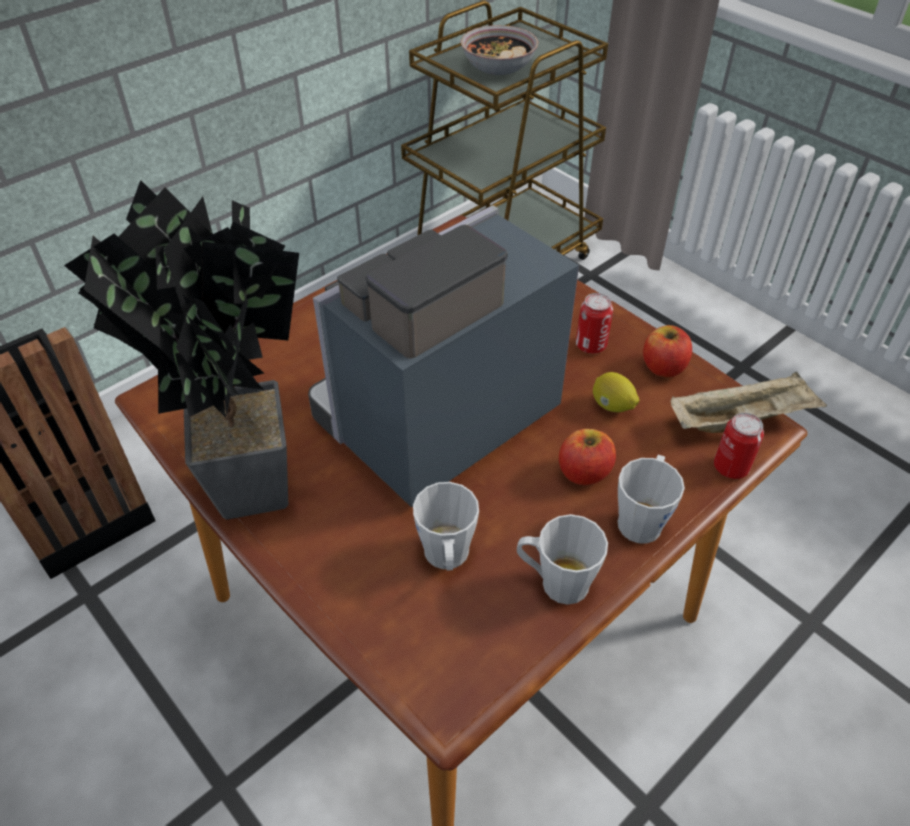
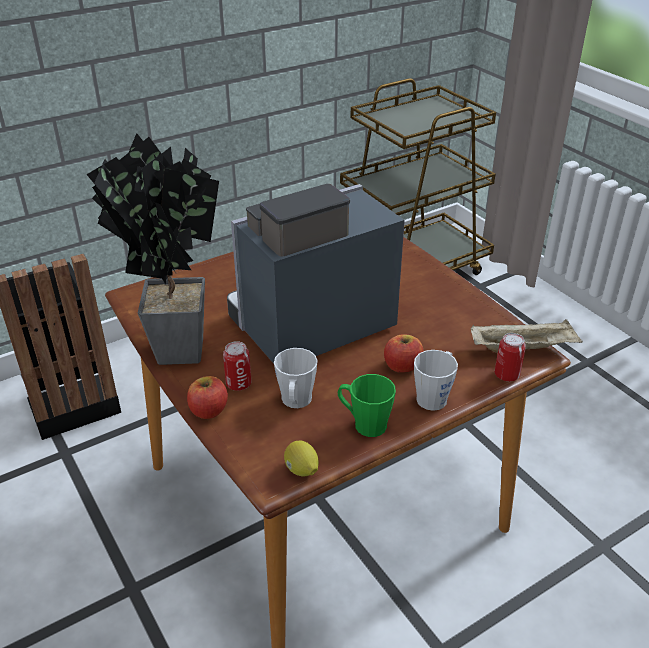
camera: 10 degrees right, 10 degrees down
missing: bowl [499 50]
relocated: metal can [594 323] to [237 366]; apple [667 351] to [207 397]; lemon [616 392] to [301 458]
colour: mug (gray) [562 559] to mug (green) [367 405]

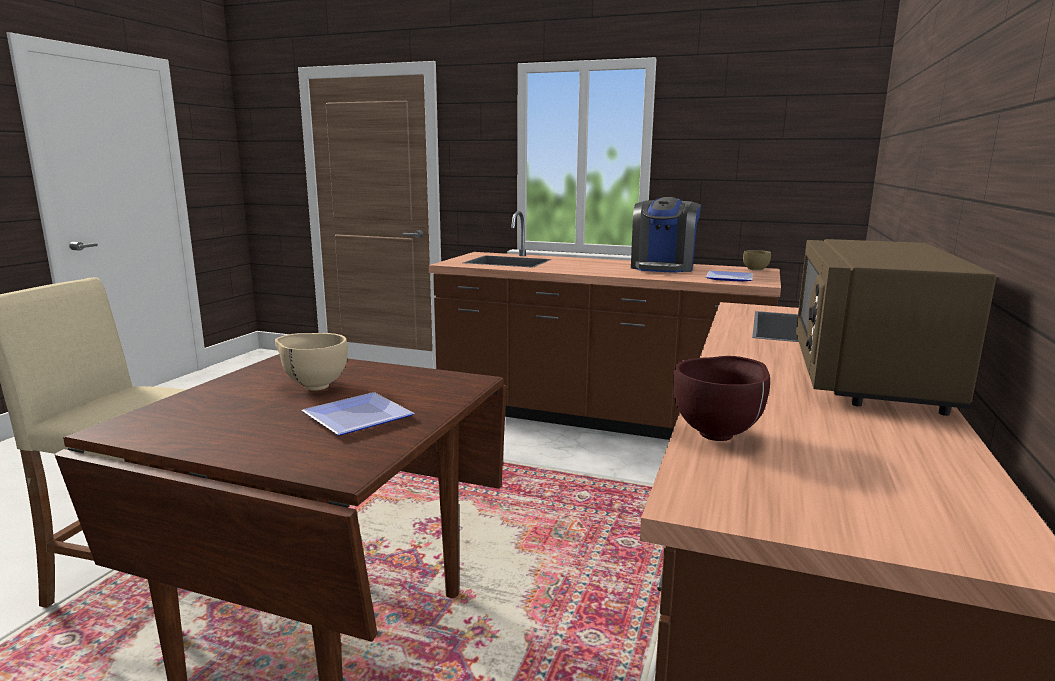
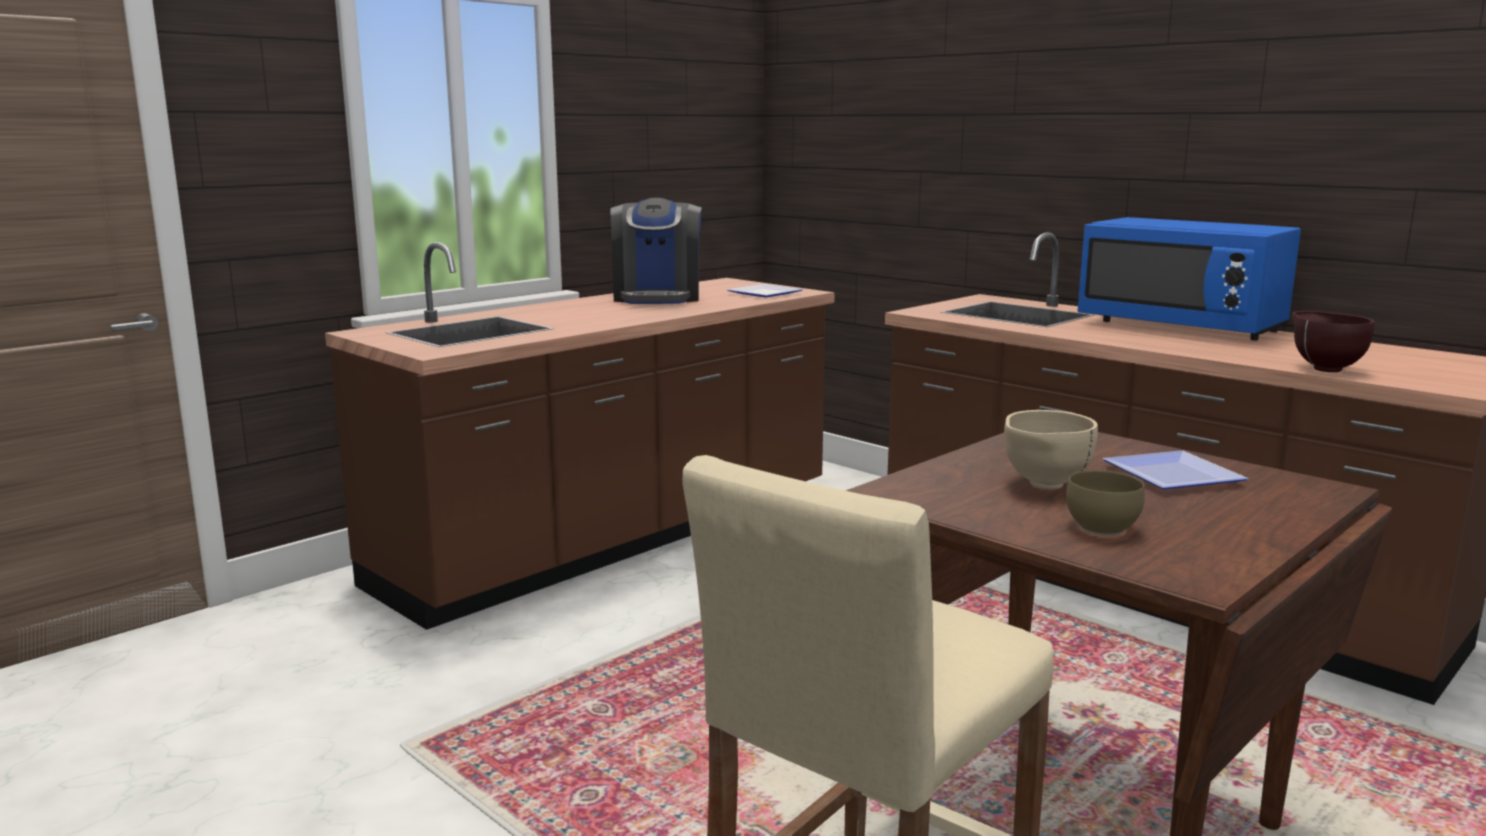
camera: 65 degrees left, 0 degrees up
relocated: bowl (brownish) [757 260] to [1105 502]
colour: microwave oven (brownish) [896 327] to microwave oven (bluish) [1189 278]
spun: coffee brewer [666 235] = [656 251] 45 degrees clockwise

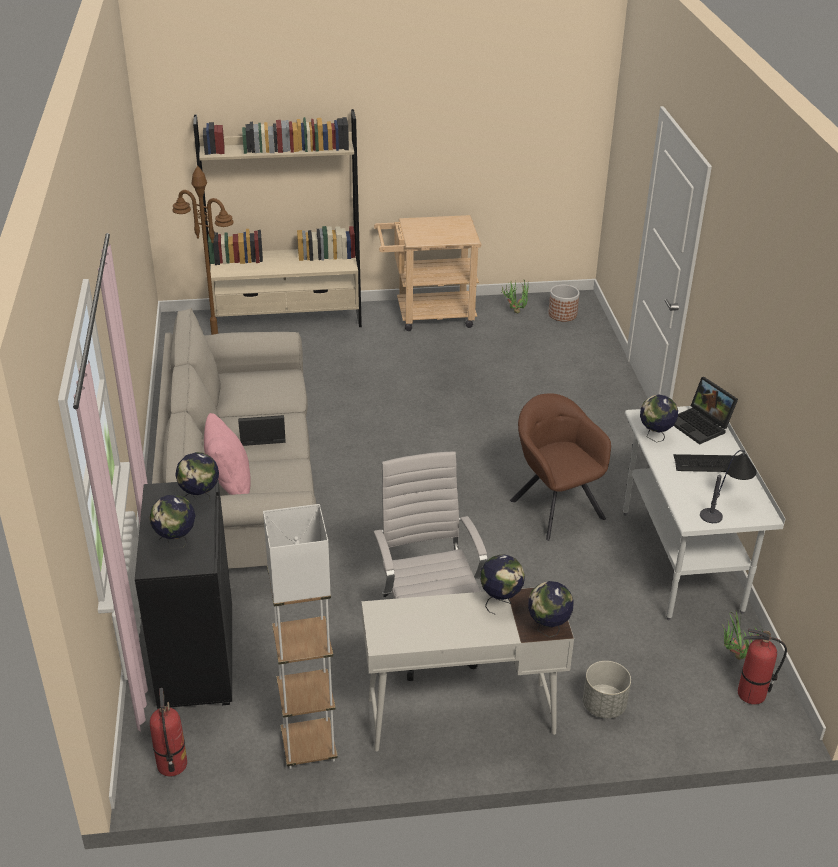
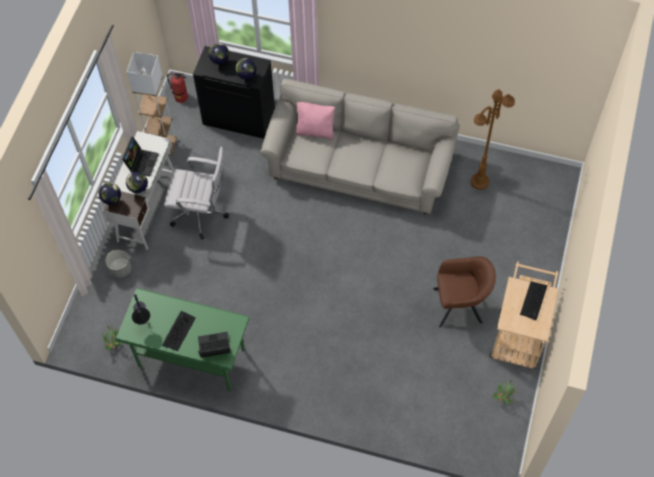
camera: 115 degrees right, 25 degrees up
missing: bookshelf (beige) [277 218]; plant pot [564 303]; world globe [659 419]; extinguisher [762 667]
appeared: keyboard [533 300]
relocated: armchair (brownish) [560 467] to [464 291]; portable computer [262 430] to [140 156]
colour: desk unit (white) [704 513] to desk unit (green) [182 339]

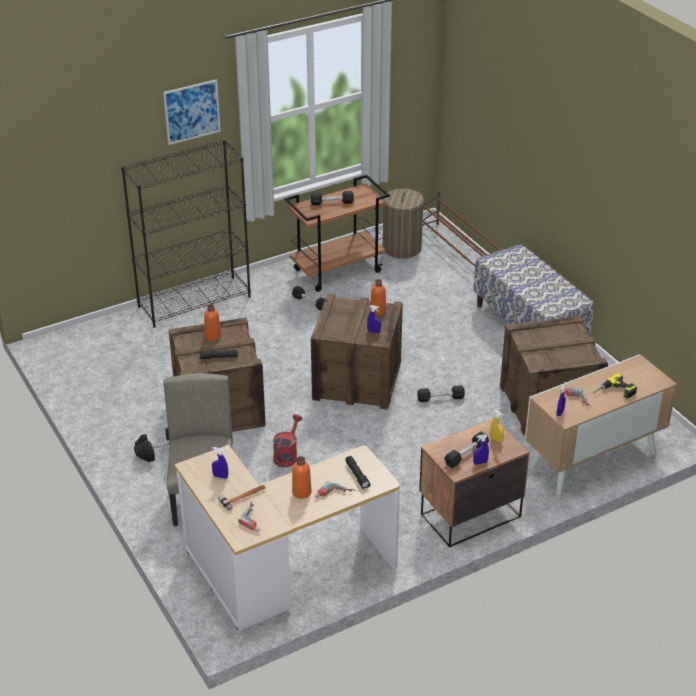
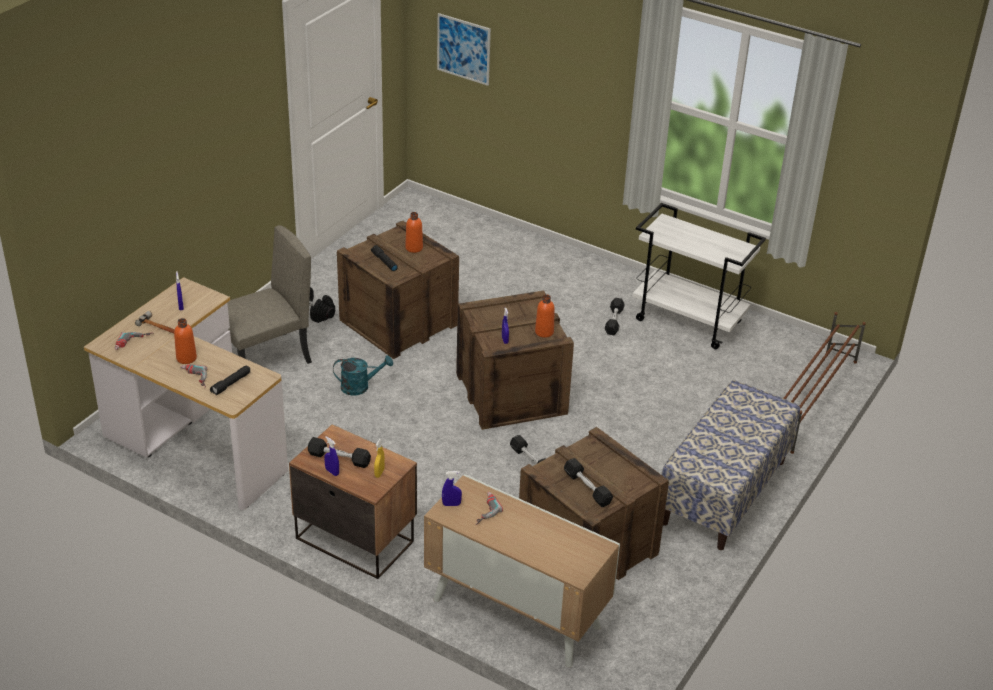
camera: 60 degrees right, 0 degrees up
missing: bookshelf (black-coloured) [186 233]; laundry basket [403 223]; electric drill [615 386]
relocated: wall picture [192 112] to [464 49]; dumbbell (black-coloured) [332 198] to [588 482]
colour: wheeled cart (brownish) [337 233] to wheeled cart (white) [699 276]; sprinkling can (red-coloured) [288 440] to sprinkling can (turquoise) [363 375]

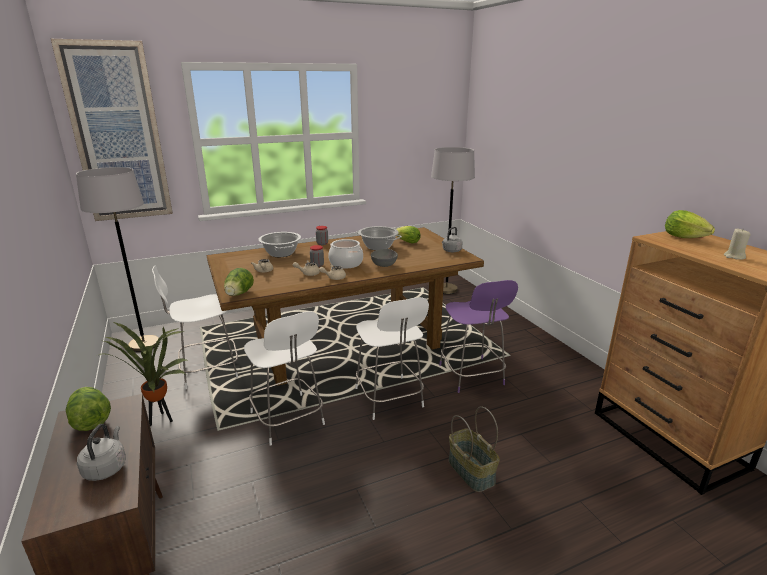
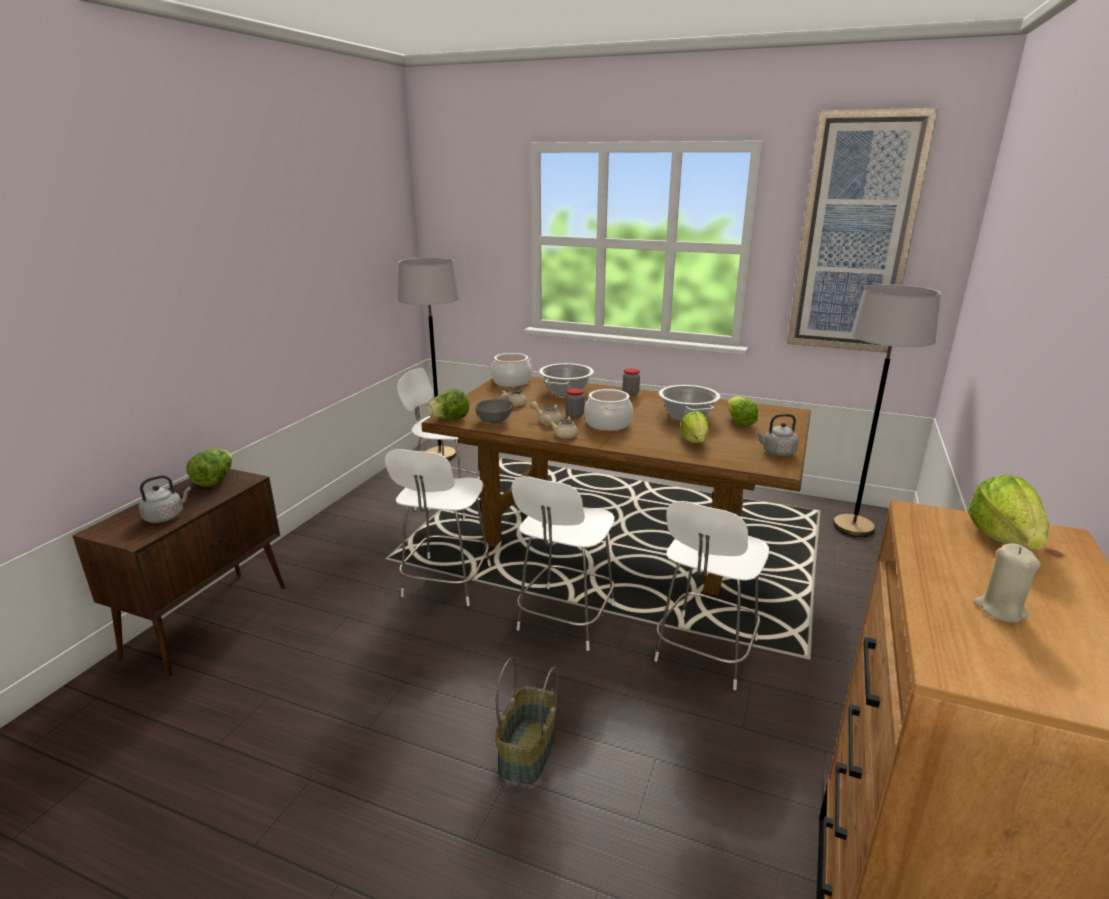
camera: 45 degrees right, 0 degrees up
missing: houseplant [144 374]
appeared: saucepot [511 370]; head of lettuce [694 427]
relocated: wall picture [112 130] to [862 230]; bowl (gray) [384 258] to [494 411]
colour: plain chair (purple) [478 336] to plain chair (white) [712 595]

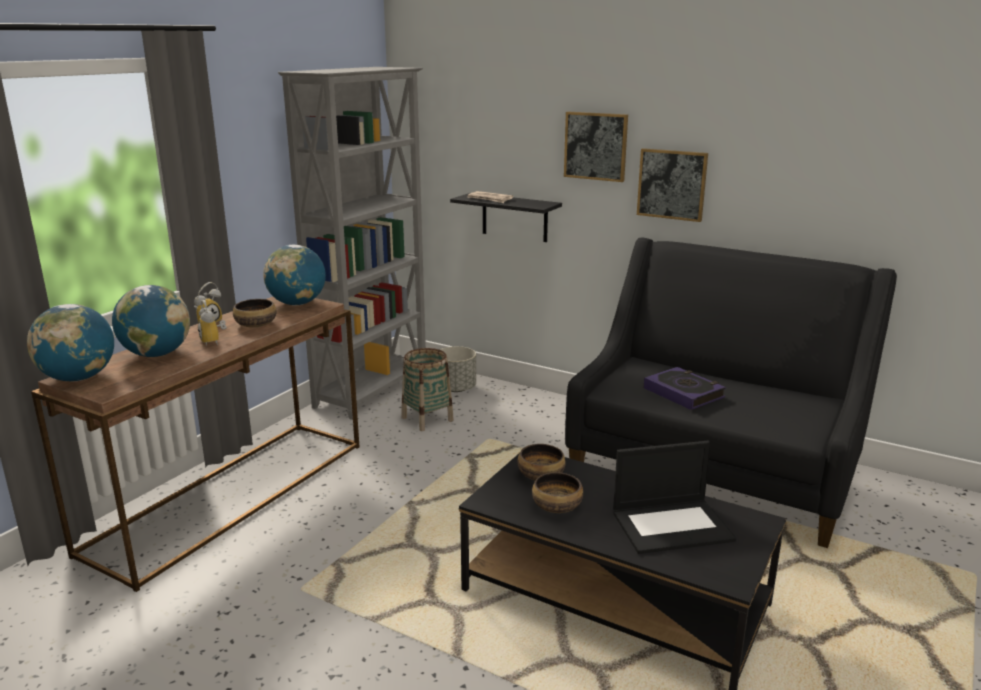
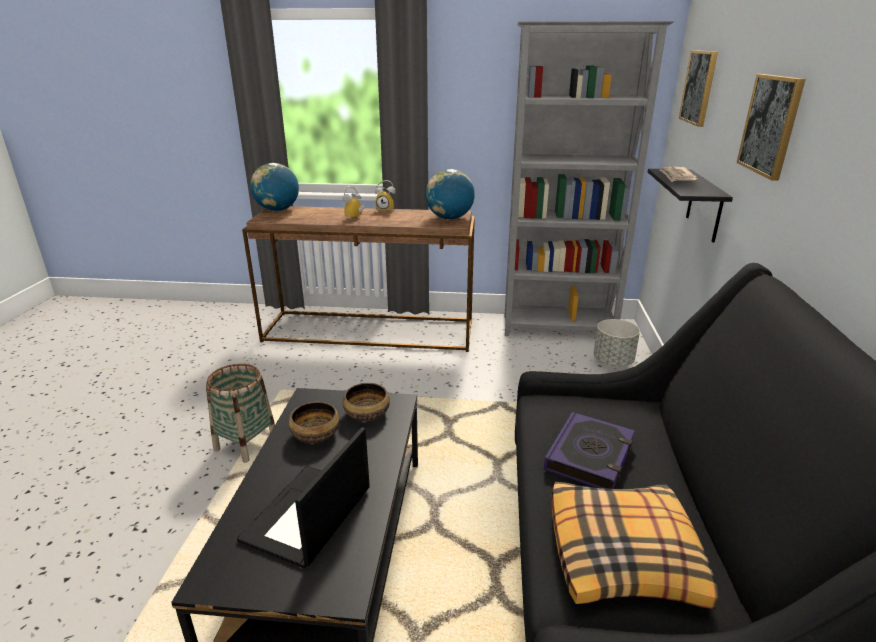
camera: 65 degrees right, 5 degrees up
missing: world globe [151 321]; bowl [255 313]
appeared: throw pillow [635 545]
relocated: wall picture [672 185] to [698 88]; basket [427 389] to [240 413]
spun: portable computer [674 497] = [303 497] 60 degrees clockwise

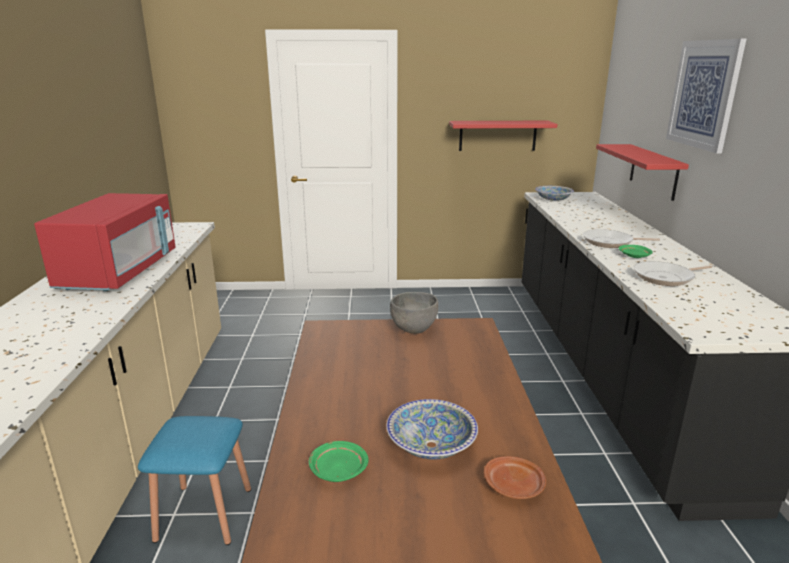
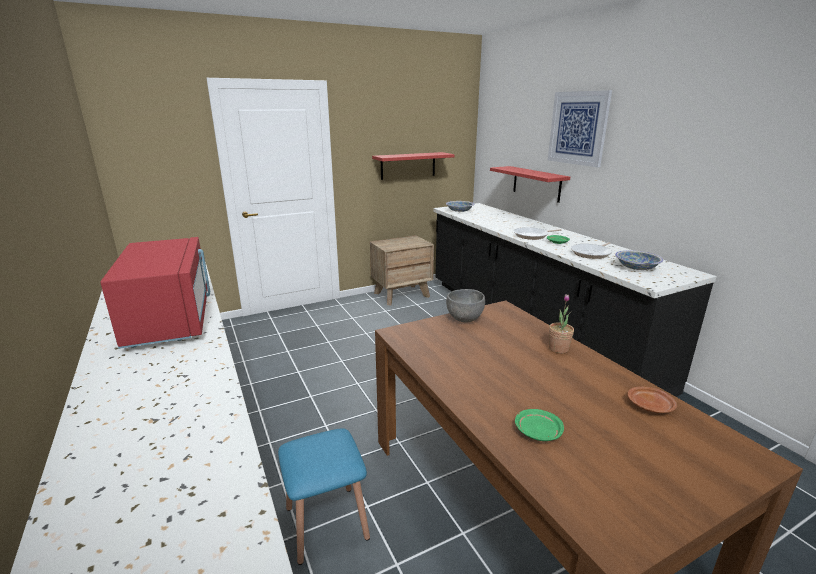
camera: 25 degrees left, 0 degrees up
appeared: bedside table (brownish) [402 270]; houseplant [561 323]
relocated: bowl [432 429] to [639 260]

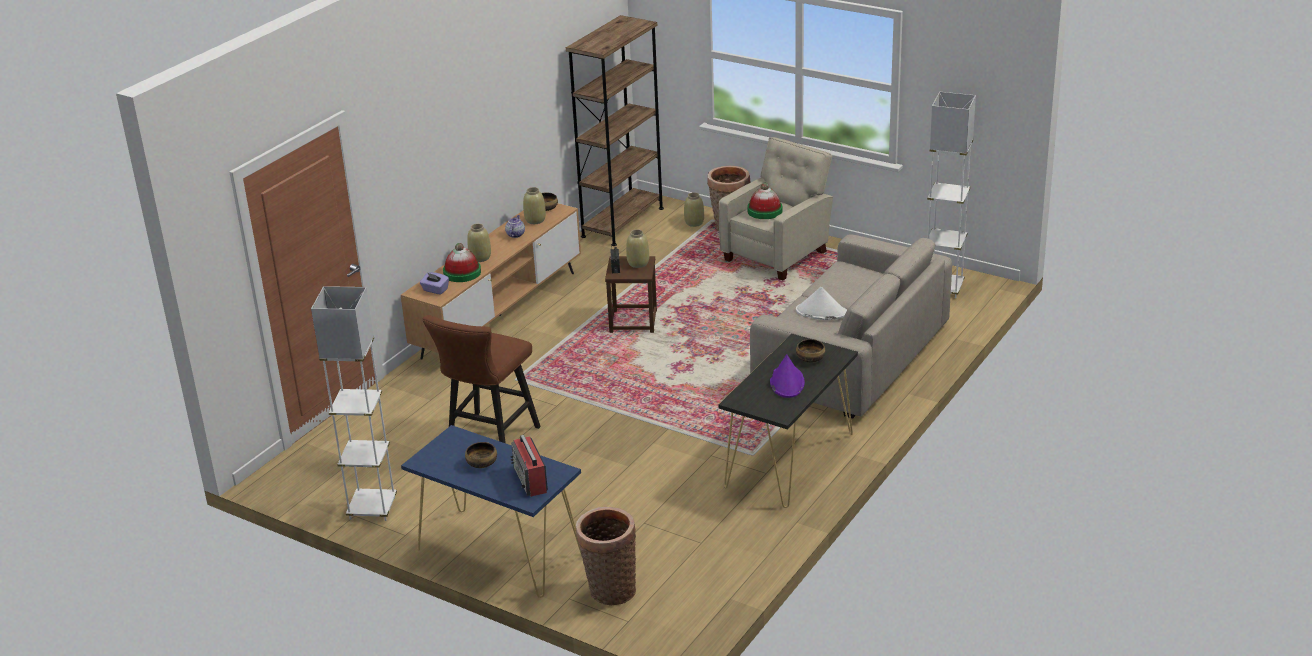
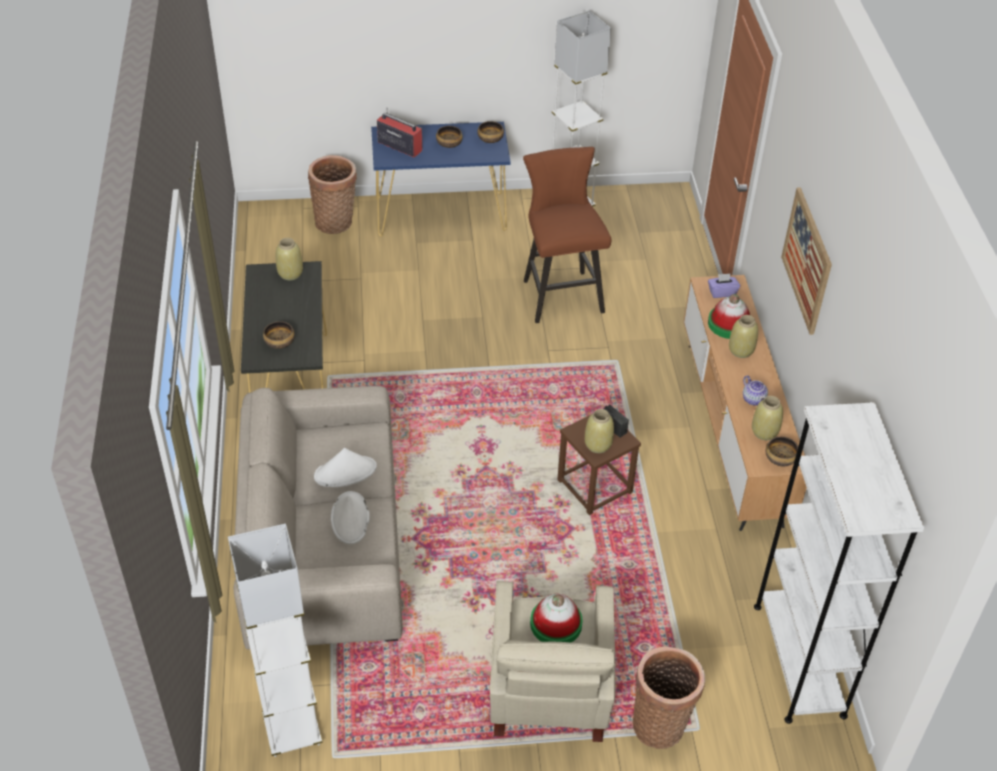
camera: 140 degrees right, 15 degrees up
missing: wearable hat (purple) [787 376]
appeared: bowl [490 132]; wall picture [806 261]; wearable hat (white) [350 518]
relocated: decorative vase (beige) [694 209] to [289 259]
colour: bookshelf (brownish) [615 130] to bookshelf (white) [839 563]

